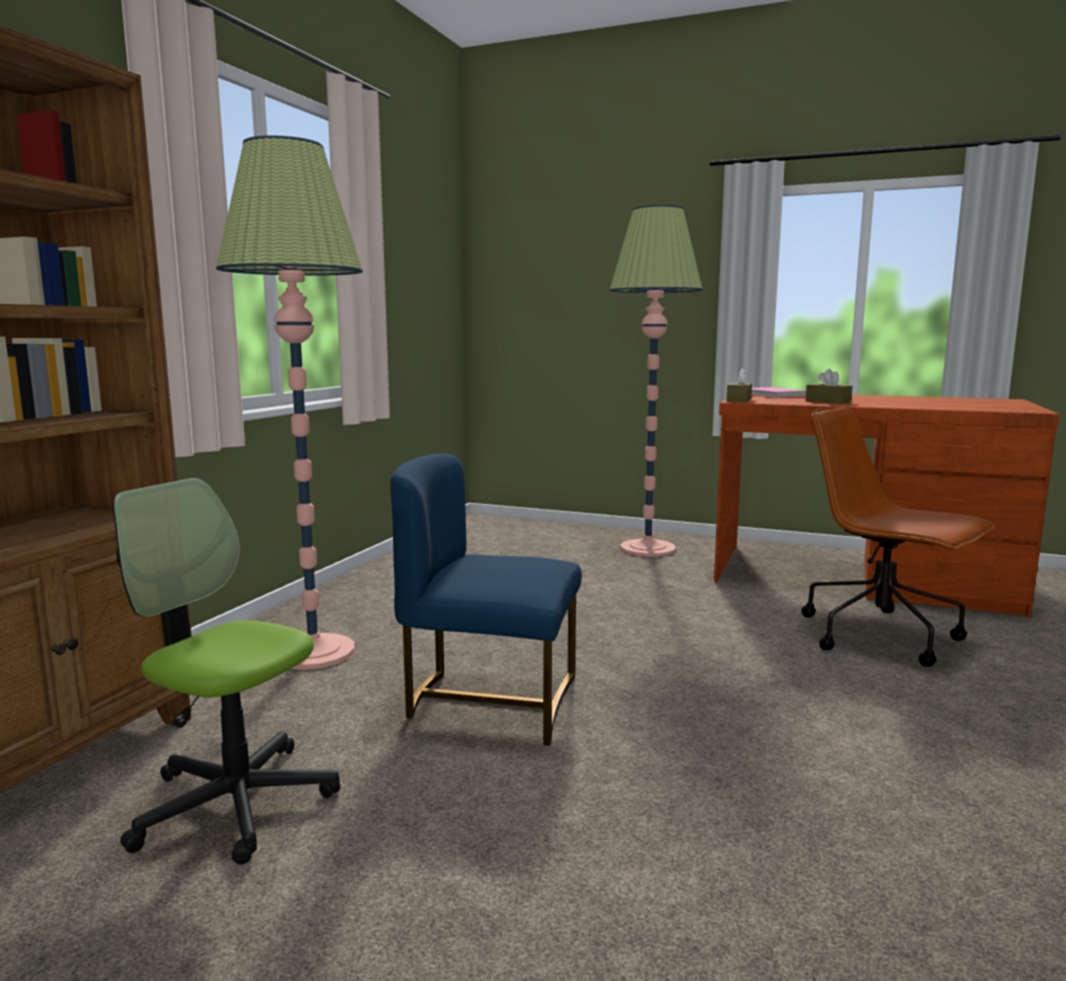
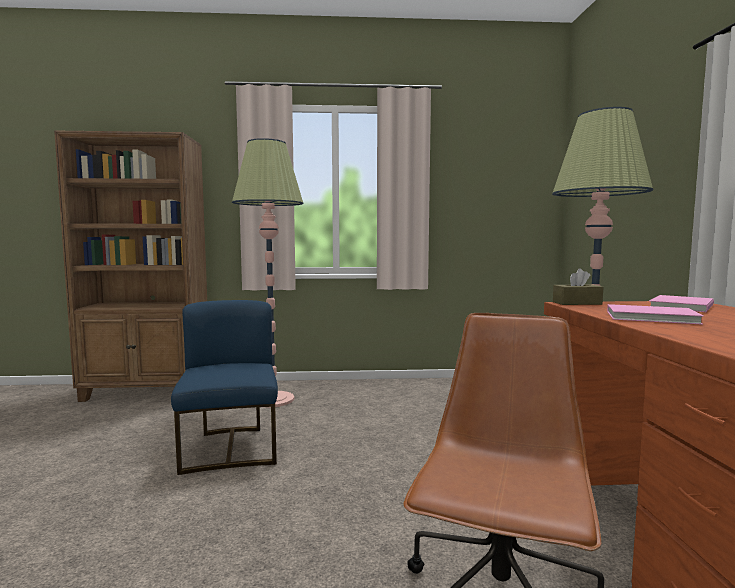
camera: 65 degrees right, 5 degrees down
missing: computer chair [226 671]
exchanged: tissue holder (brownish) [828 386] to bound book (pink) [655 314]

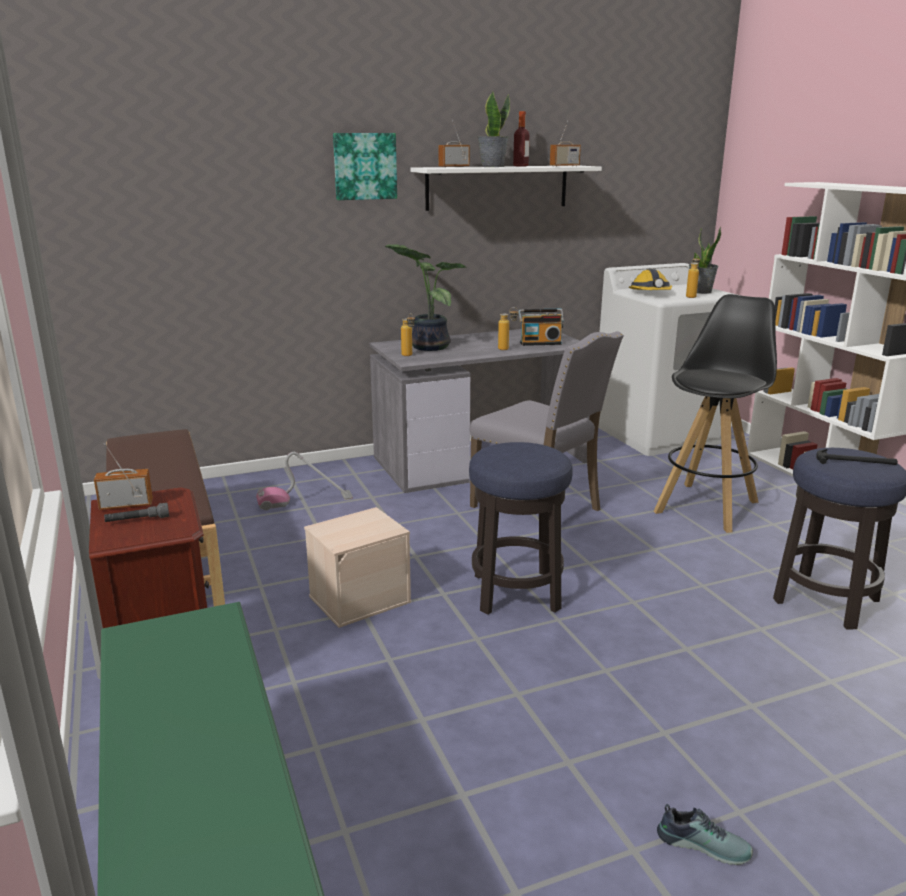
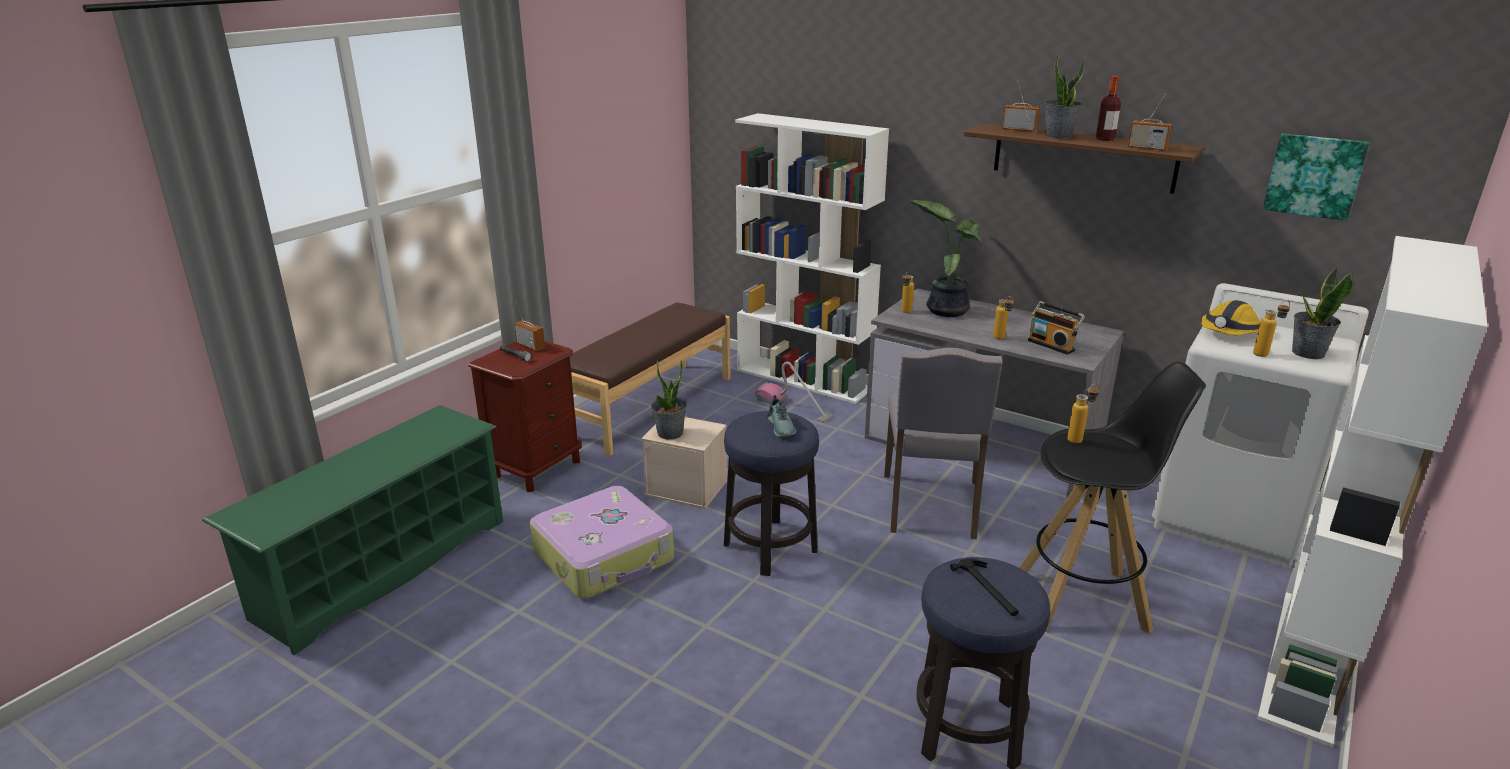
camera: 55 degrees right, 5 degrees up
appeared: bookshelf (white) [812 258]; houseplant [669 400]; bottle [1083 413]; piece of luggage [602 542]
relocated: wall picture [365 166] to [1316 177]; item of footwear [705 834] to [781 416]
colour: shelf (white) [506 188] to shelf (brownish) [1084 158]

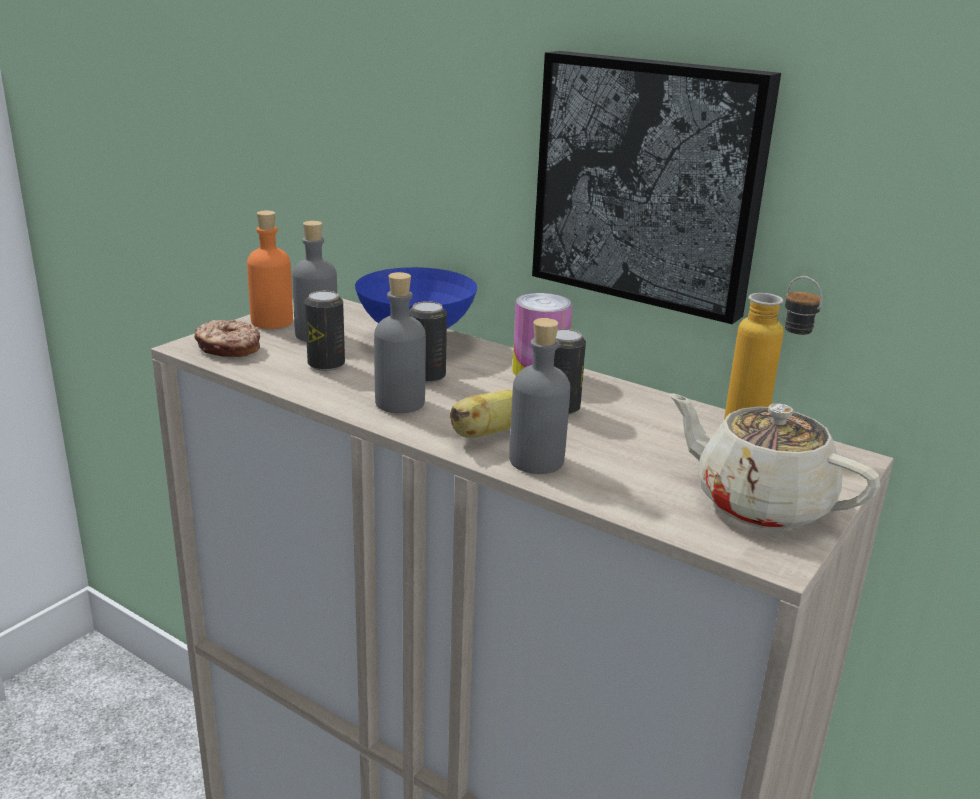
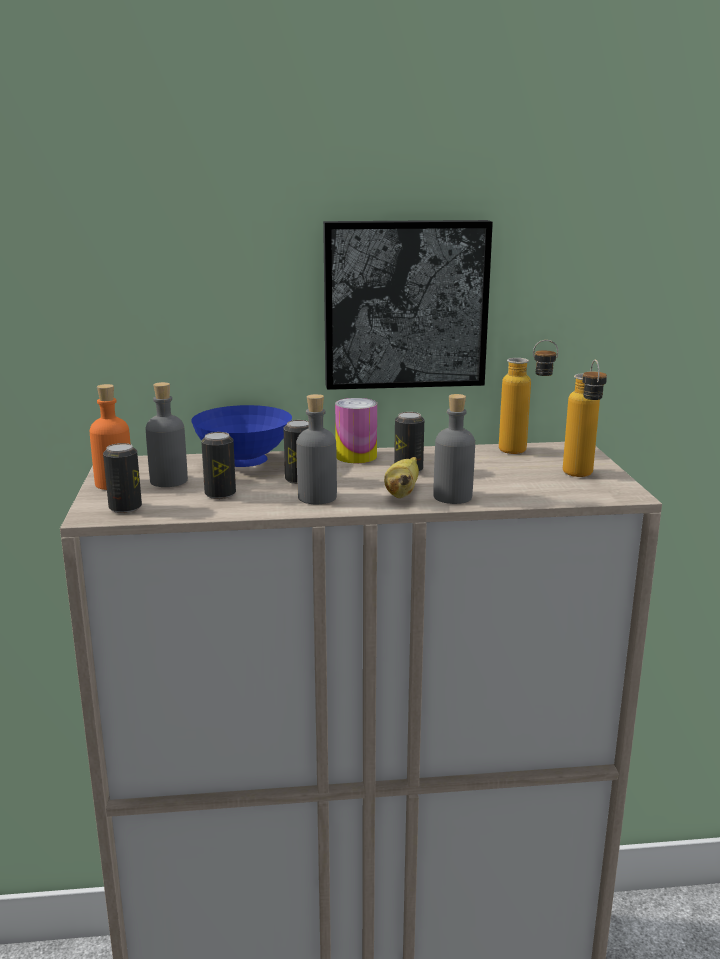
camera: 40 degrees left, 5 degrees down
exchanged: doughnut [227 338] to metal can [122 478]; pot for tea (beige) [774 461] to bottle [585 418]

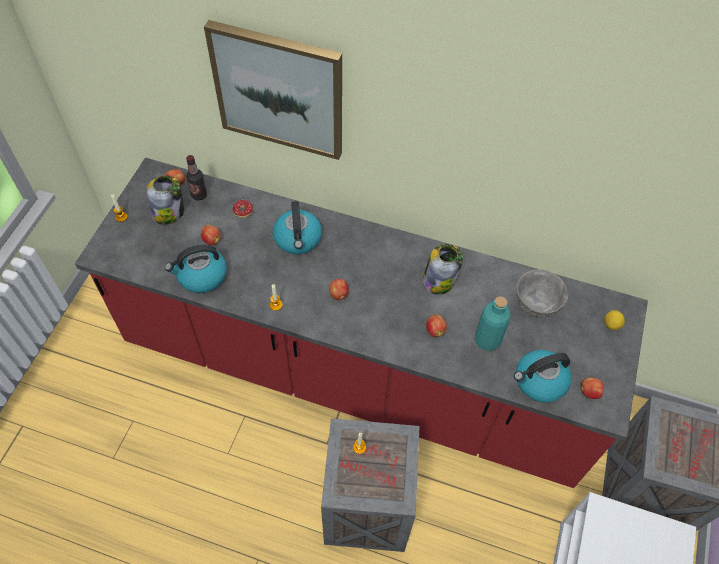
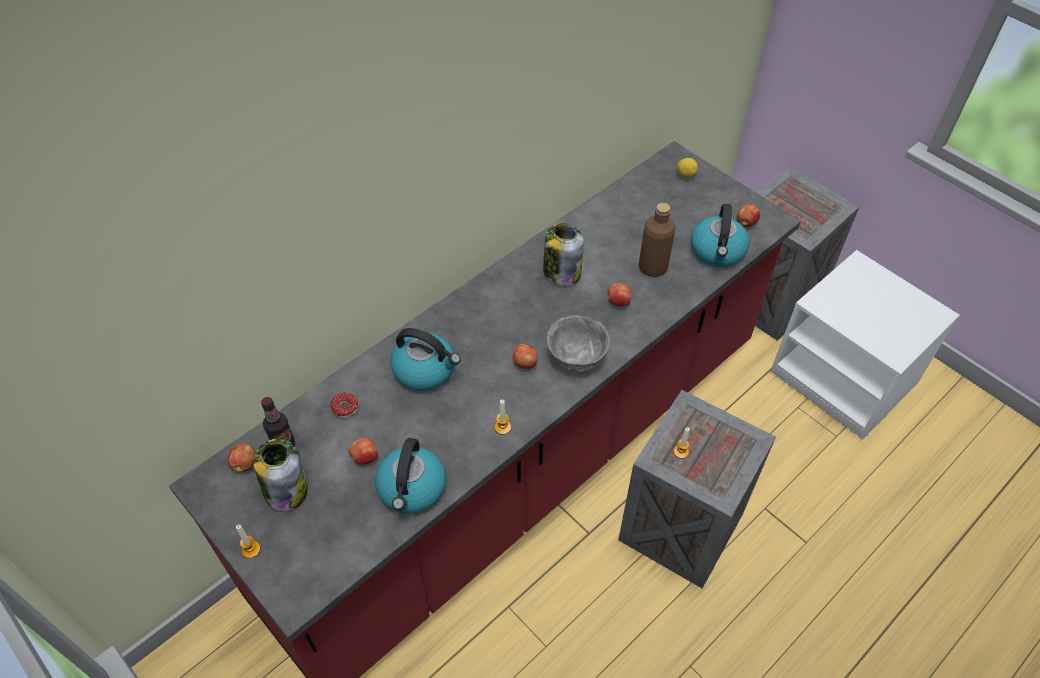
camera: 60 degrees left, 5 degrees down
missing: wall picture [273 90]
relocated: bowl (gray) [542 293] to [578 343]
colour: bottle (turquoise) [493 323] to bottle (brownish) [657 240]

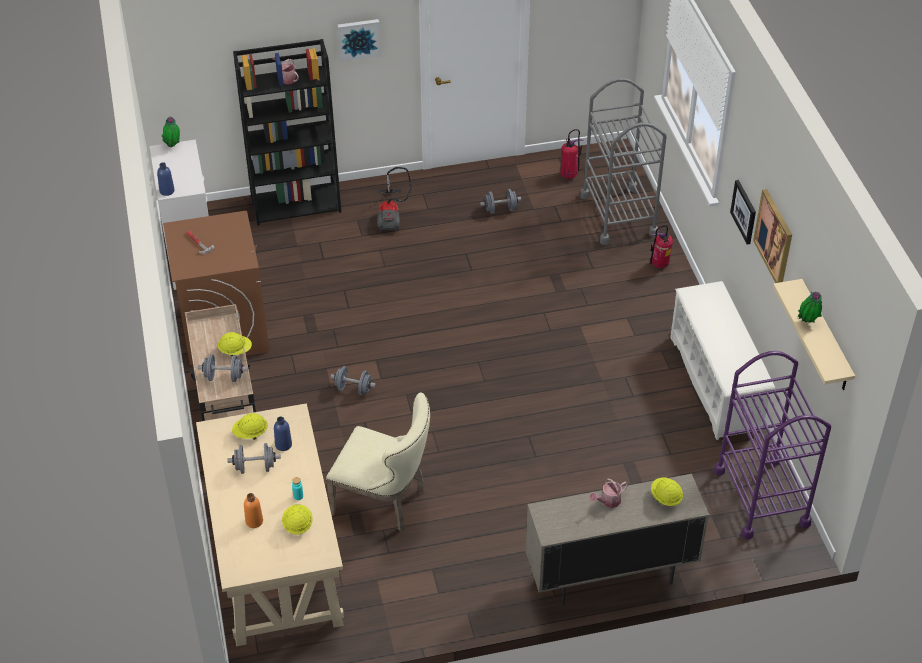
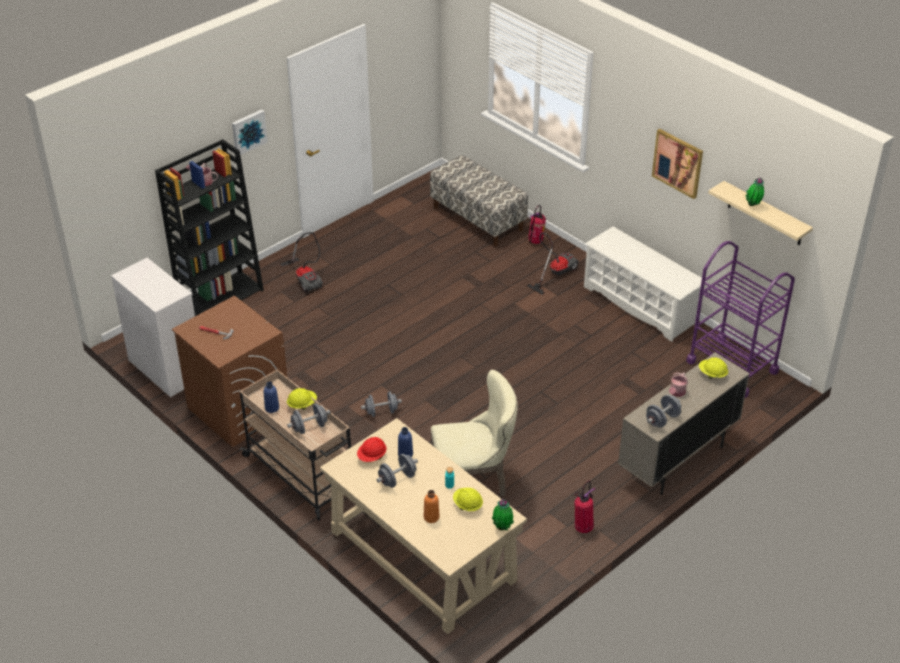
camera: 30 degrees left, 5 degrees down
missing: wall picture [743 212]
appeared: hoover [553 263]
relocated: houseplant [171 132] to [503 515]; extinguisher [572 154] to [585 507]; bottle (bluish) [166 179] to [271 397]; dumbbell (gray) [500 201] to [663 411]
exchanged: wheeled cart (gray) [623 161] to bench [479 200]
colour: hard hat (yellow-coloured) [250 426] to hard hat (red-coloured) [372 449]

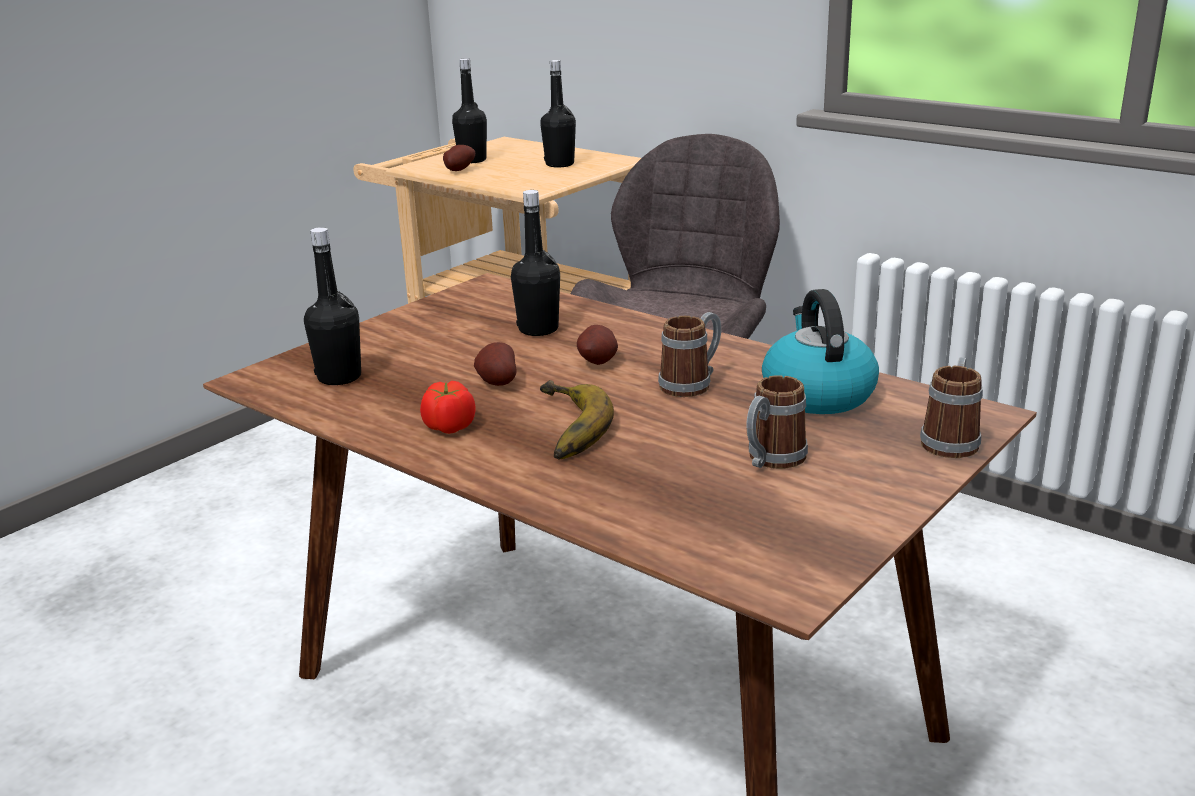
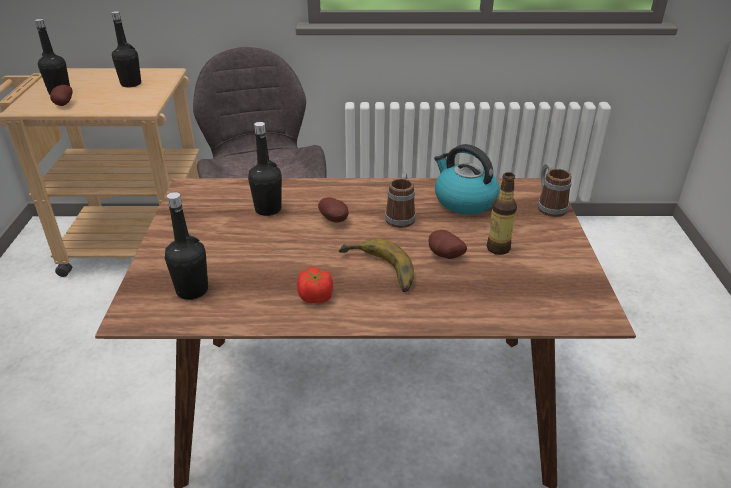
camera: 40 degrees left, 10 degrees up
relocated: spud [495 364] to [447 244]
exchanged: mug [777 422] to bottle [502 213]

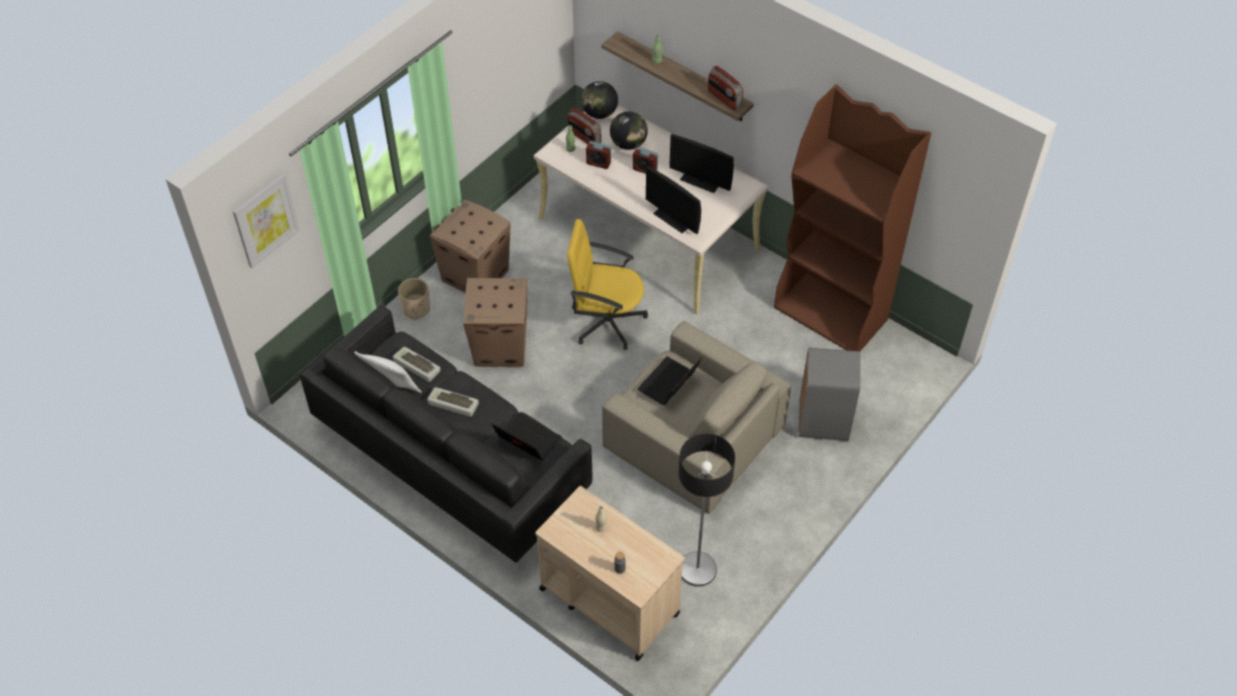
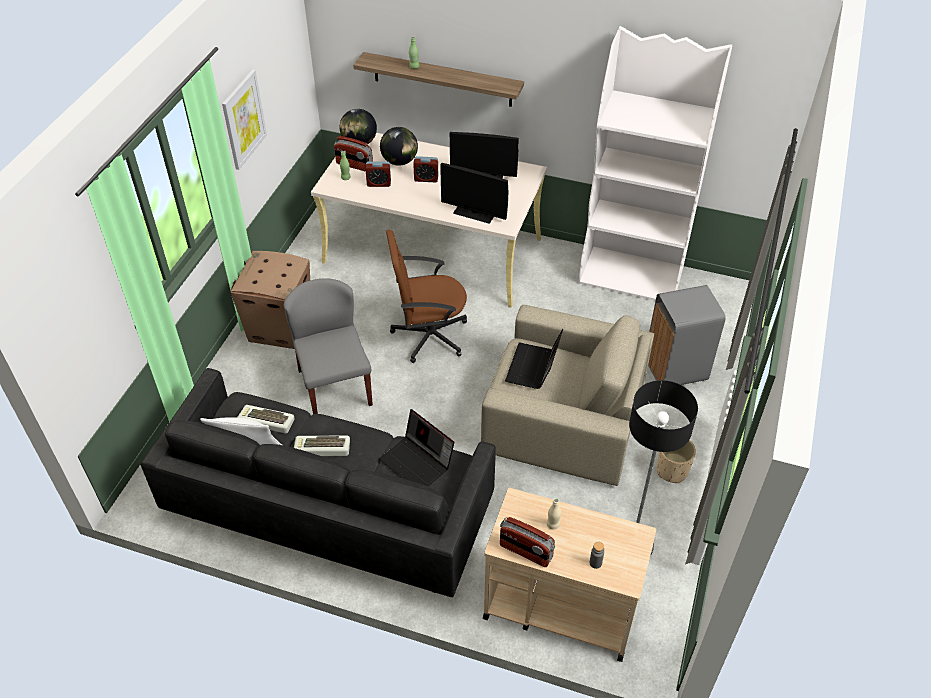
camera: 20 degrees left, 5 degrees down
relocated: radio receiver [725 88] to [527 542]; wall picture [266 220] to [244 120]; plant pot (beige) [414 299] to [676 461]
exchanged: cardboard box [495 322] to plain chair (gray) [328 346]
colour: bookshelf (brownish) [852 217] to bookshelf (white) [655 163]; computer chair (yellow-coloured) [607 284] to computer chair (brownish) [426 296]
spun: portable computer [527 437] = [416 448] 150 degrees counterclockwise

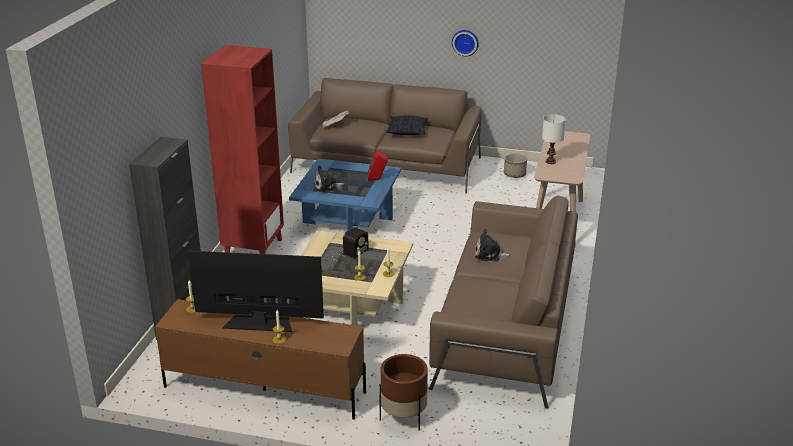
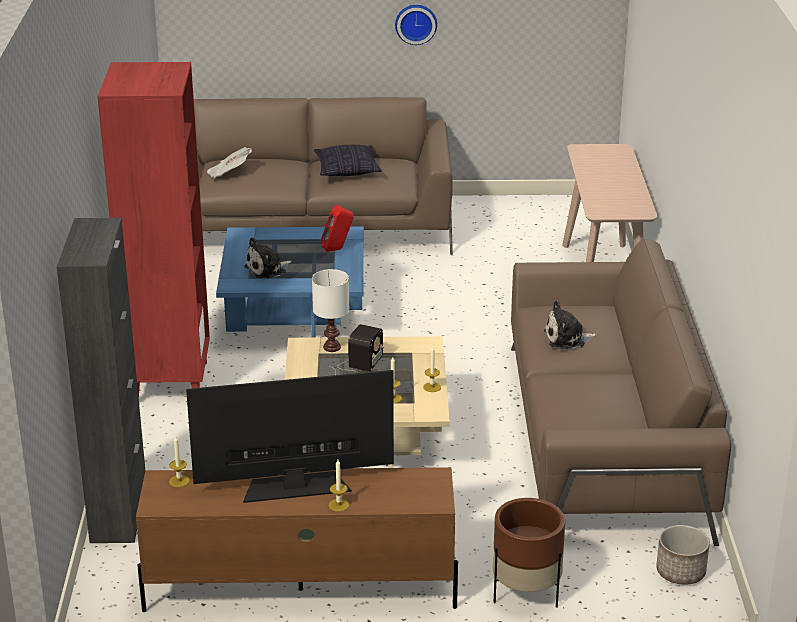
camera: 15 degrees left, 0 degrees up
relocated: lamp for a table (white) [554 139] to [331 310]; plant pot [515 165] to [683 555]

